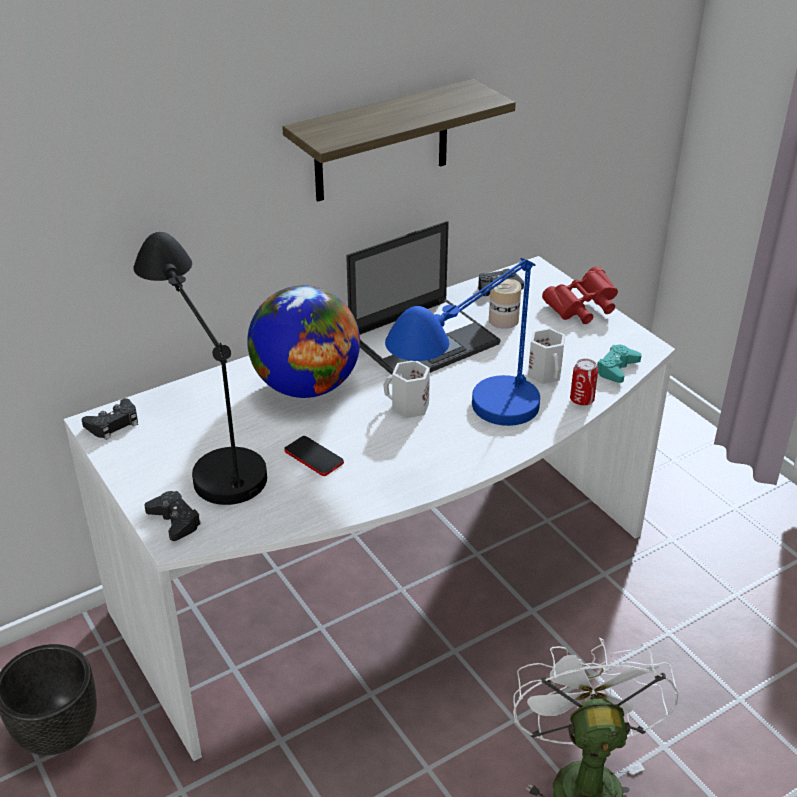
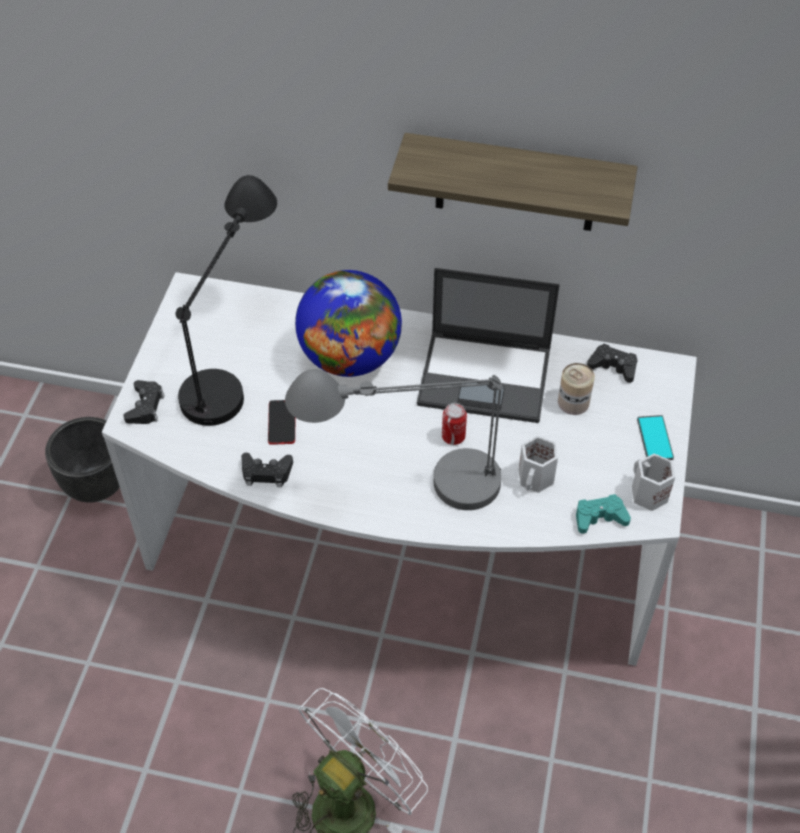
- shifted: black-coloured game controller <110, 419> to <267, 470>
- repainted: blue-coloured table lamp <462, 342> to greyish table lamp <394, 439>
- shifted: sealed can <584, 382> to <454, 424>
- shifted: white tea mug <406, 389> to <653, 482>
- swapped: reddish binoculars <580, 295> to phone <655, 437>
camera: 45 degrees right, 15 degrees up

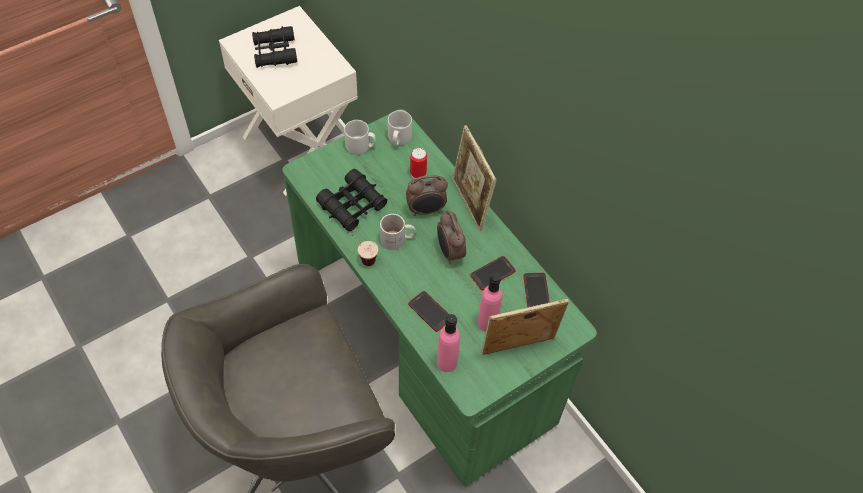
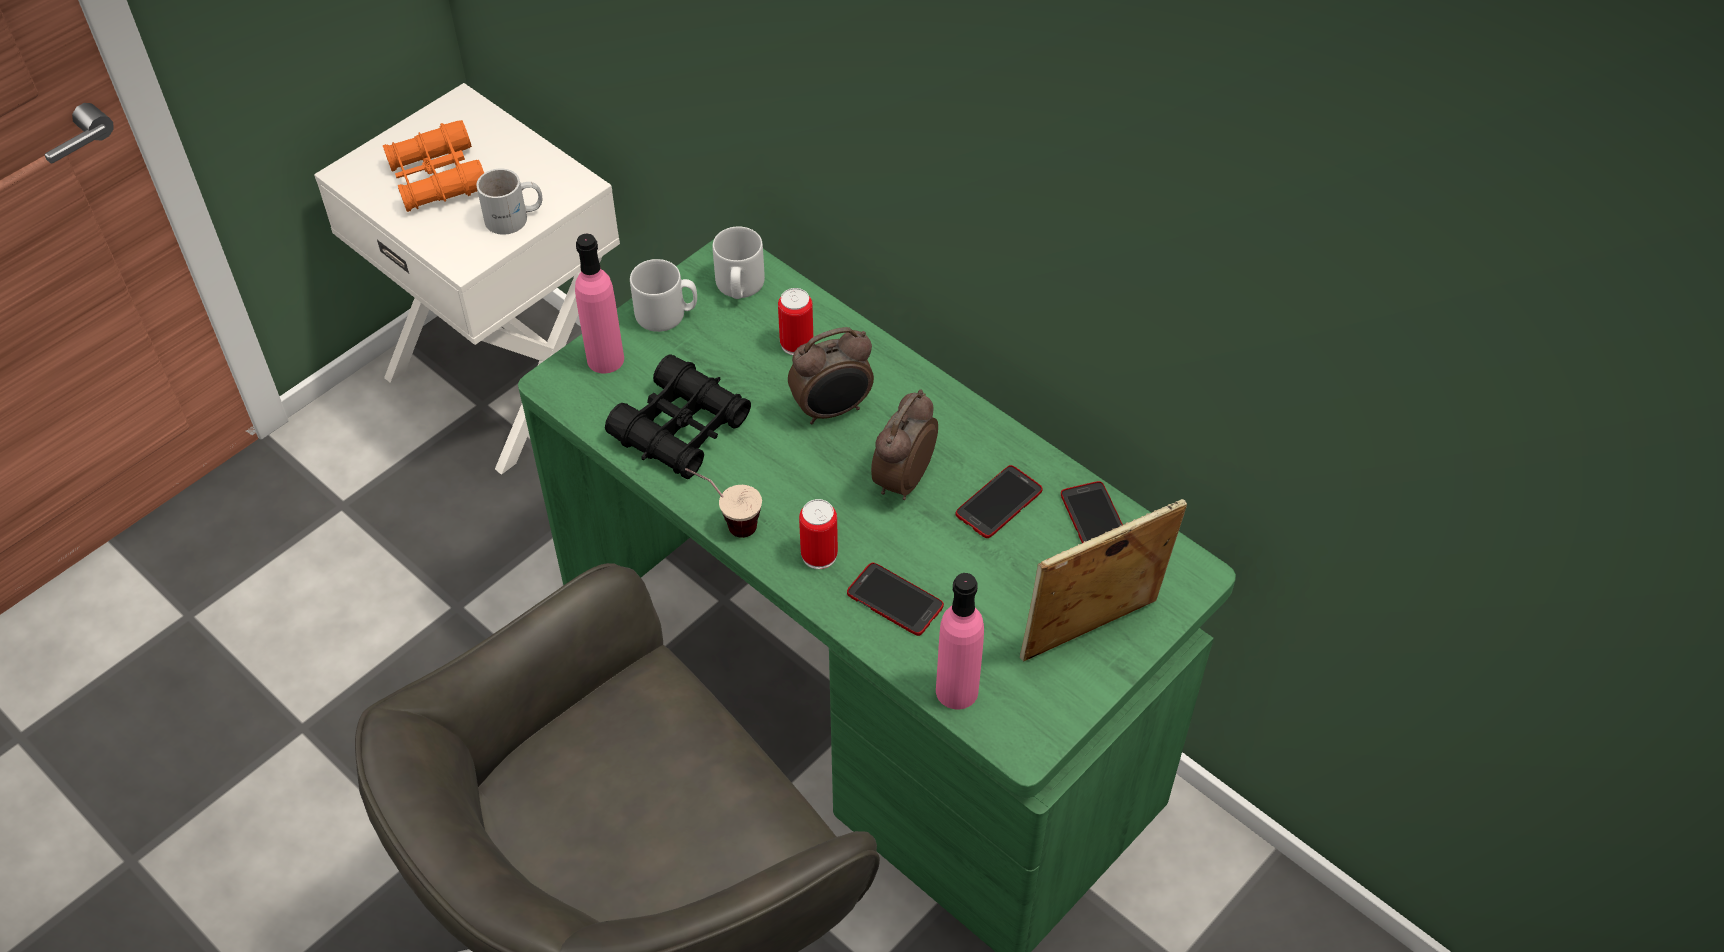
- repainted: black-coloured binoculars <274, 47> to orange binoculars <433, 166>
- shifted: white tea mug <398, 232> to <509, 202>
- shifted: pink bottle <490, 302> to <599, 304>
- new: sealed can <818, 534>
- rotated: bedside clock <451, 237> = <904, 444> 60 degrees clockwise
- gone: photo frame <474, 178>
camera: 10 degrees left, 5 degrees down

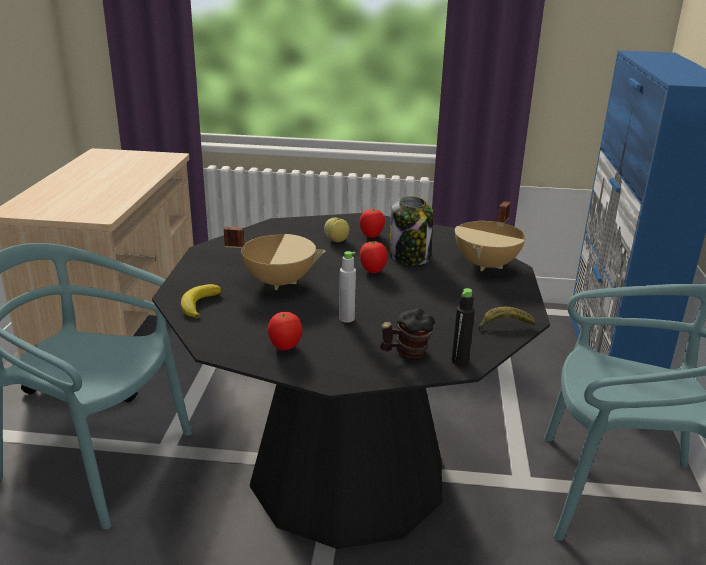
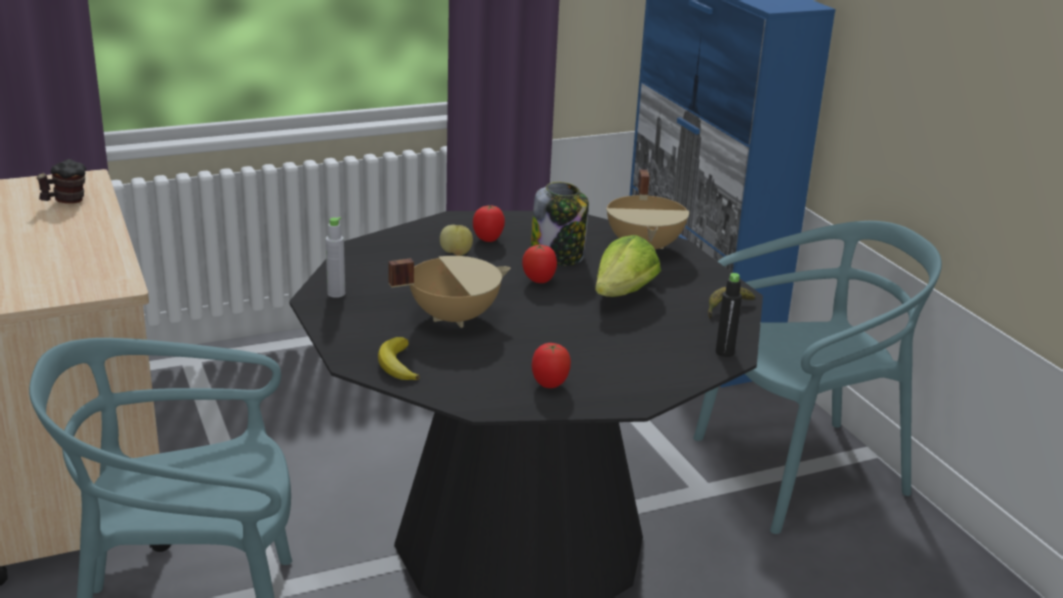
- shifted: tea mug <407, 333> to <61, 181>
- shifted: greyish bottle <347, 287> to <335, 257>
- new: head of lettuce <628, 266>
camera: 30 degrees left, 0 degrees up

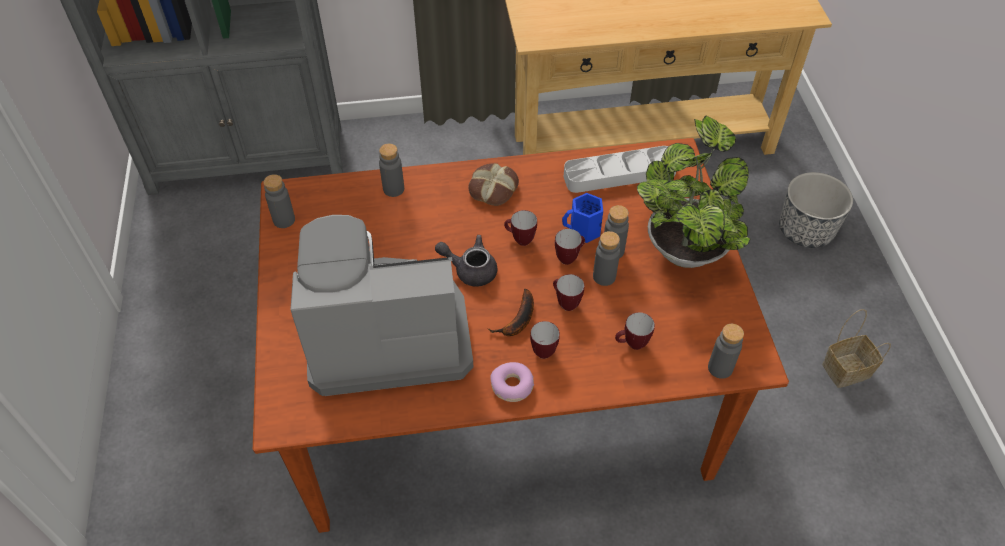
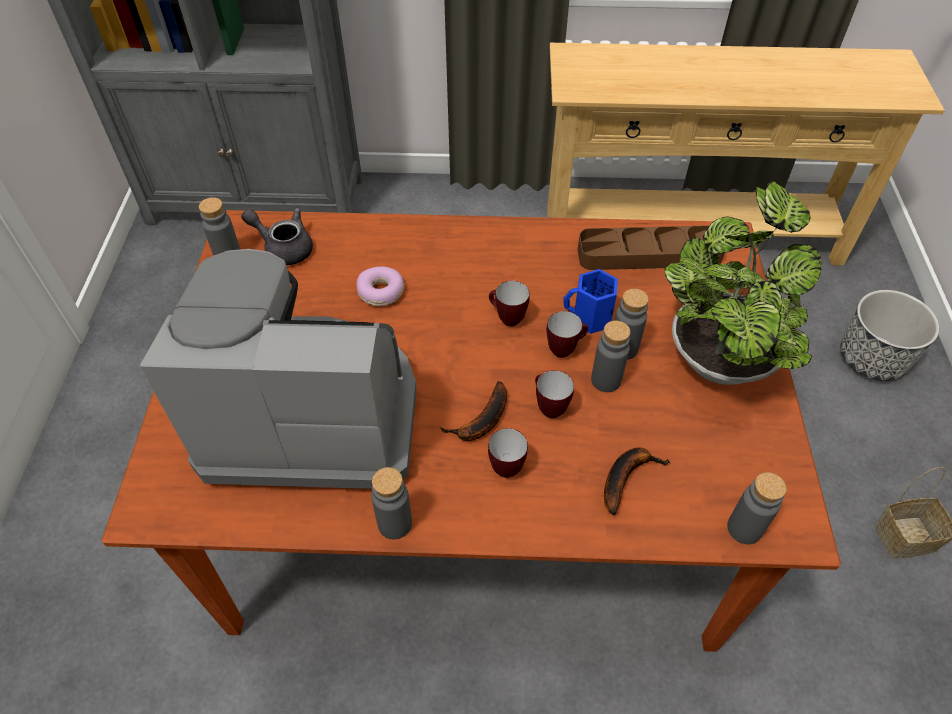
- shifted: greyish tea pot <466, 260> to <277, 236>
- shifted: ring doughnut <512, 382> to <381, 286>
- shifted: greyish bottle <391, 170> to <391, 503>
- repainted: greyish carrying tray <620, 169> to brownish carrying tray <651, 247>
- swapped: tea mug <635, 331> to whole banana <637, 481>
- gone: bakery bread <493, 184>
camera: 10 degrees right, 0 degrees up

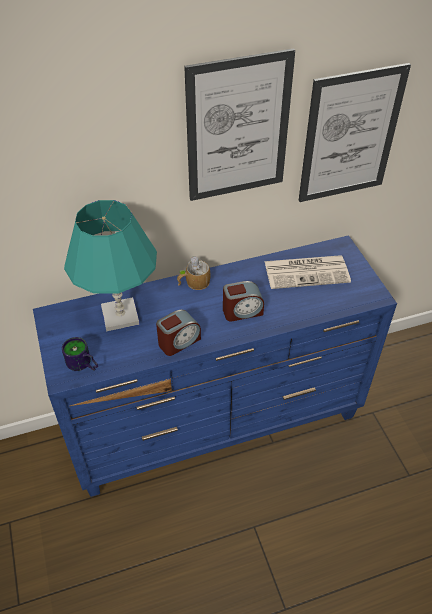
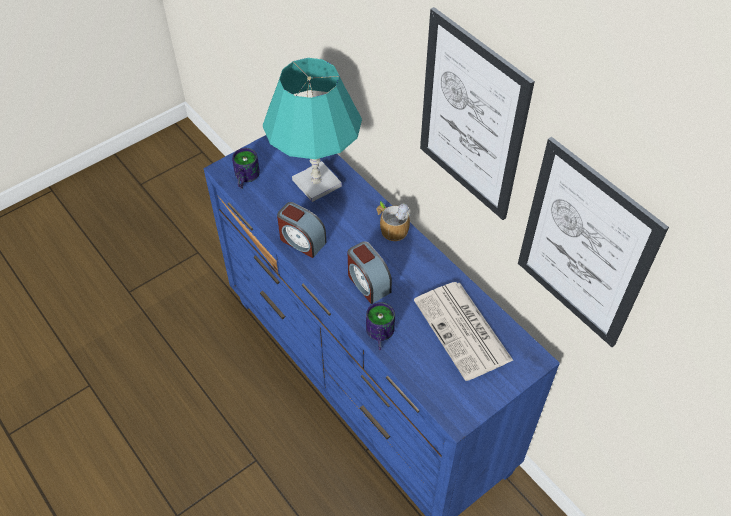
- new: tea mug <380, 326>
camera: 70 degrees right, 5 degrees up

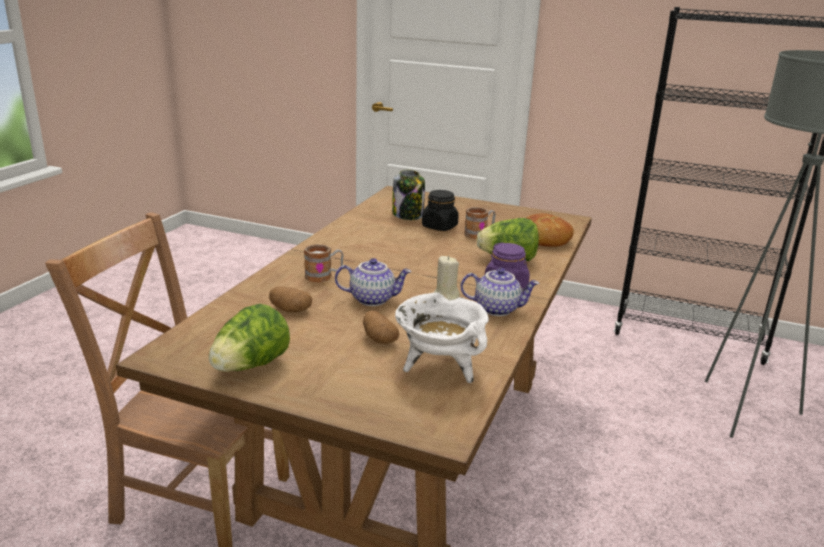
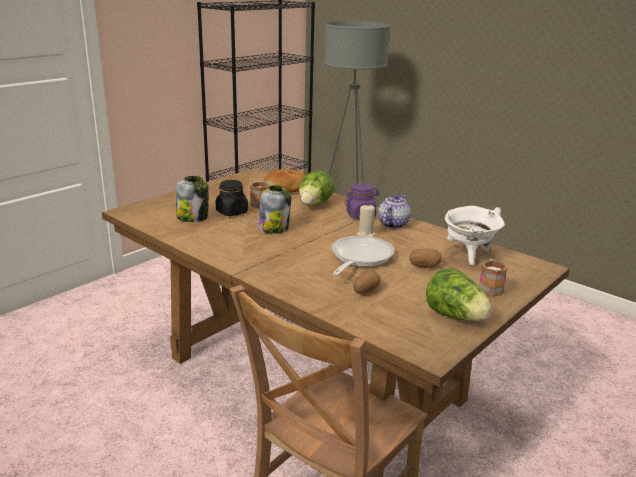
- new: jar <274, 209>
- swapped: tea pot <373, 282> to frying pan <363, 255>
- shifted: tea mug <324, 263> to <493, 278>
camera: 70 degrees left, 0 degrees up

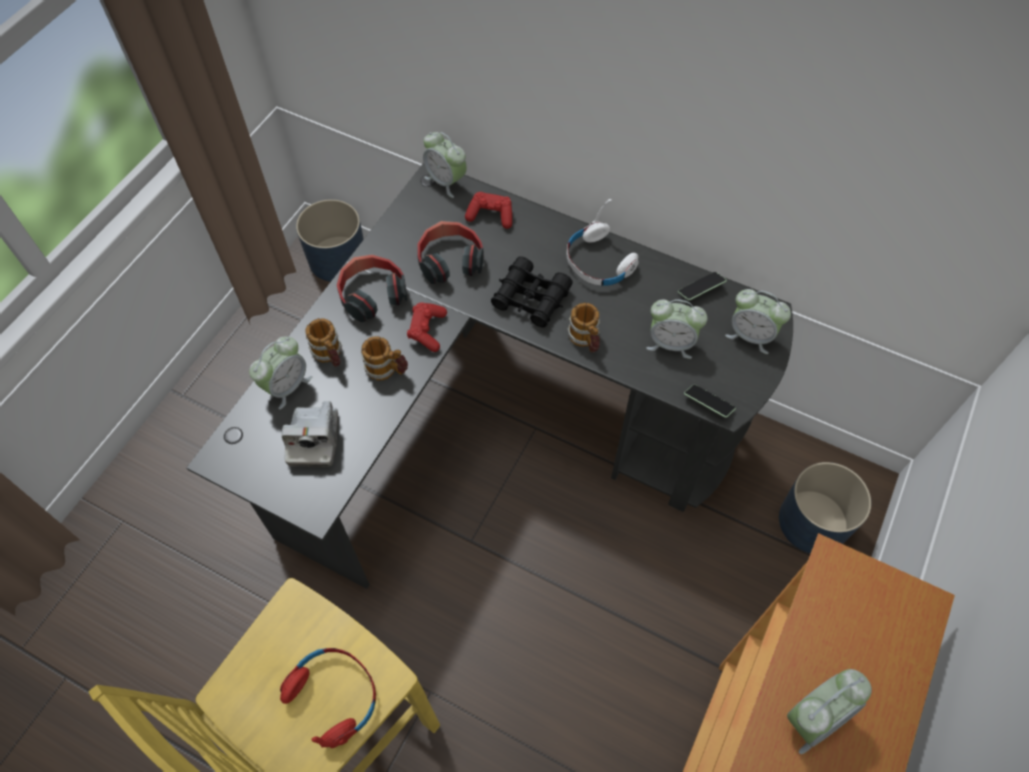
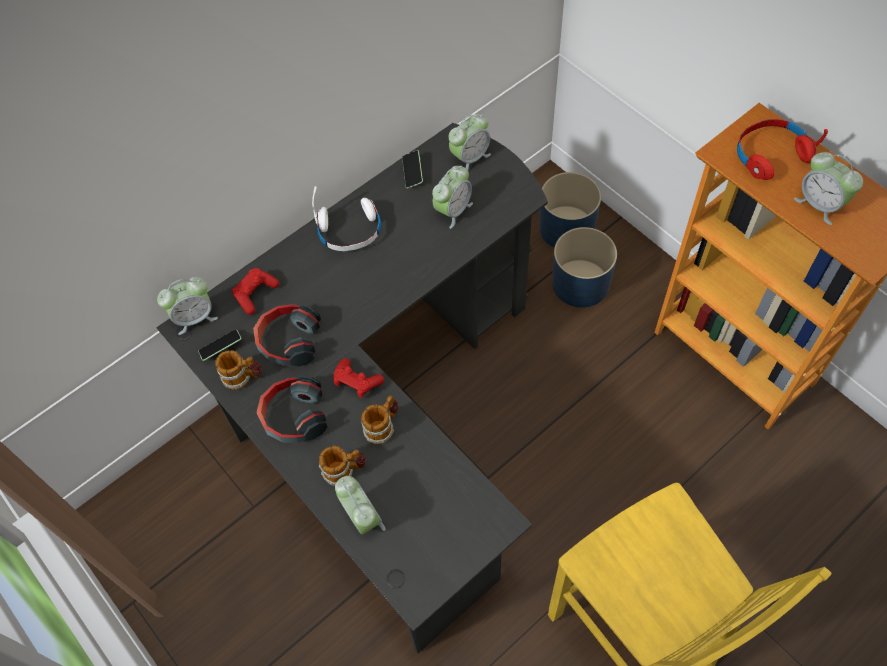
- shifted: phone <710, 401> to <220, 345>
- shifted: tea mug <583, 327> to <238, 370>
- shifted: blue-coloured plant pot <330, 240> to <584, 267>
- shifted: reddish headset <328, 698> to <782, 149>
- rotated: bedside clock <829, 711> = <828, 188> 150 degrees clockwise
- gone: still camera <310, 434>
- gone: black-coloured binoculars <531, 292>
camera: 65 degrees left, 0 degrees up

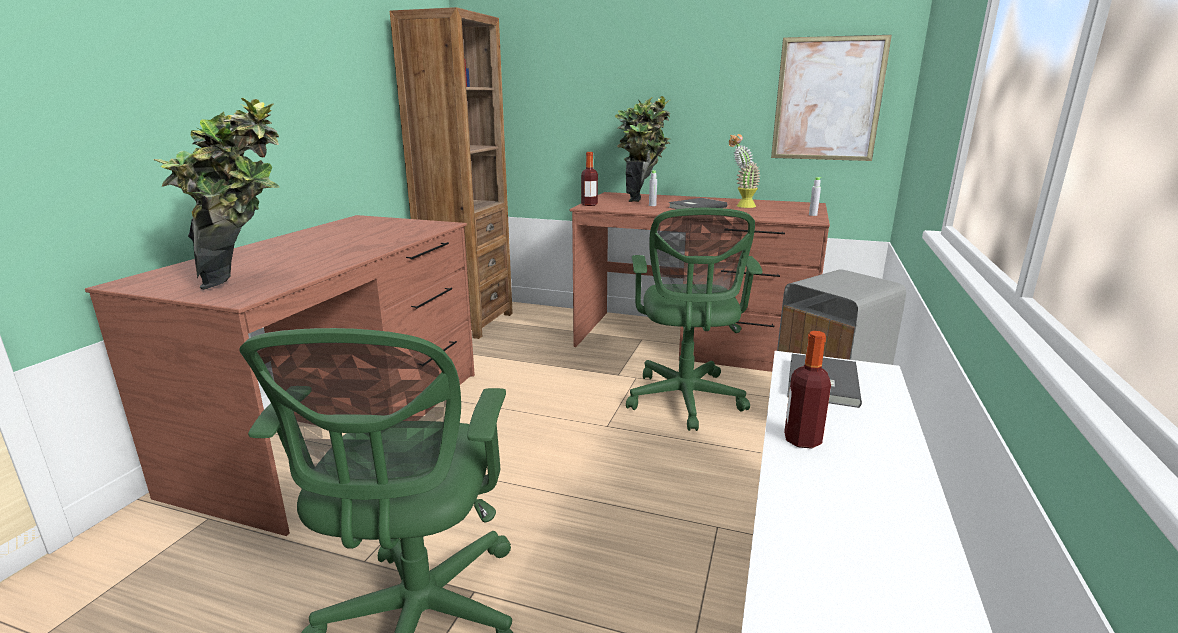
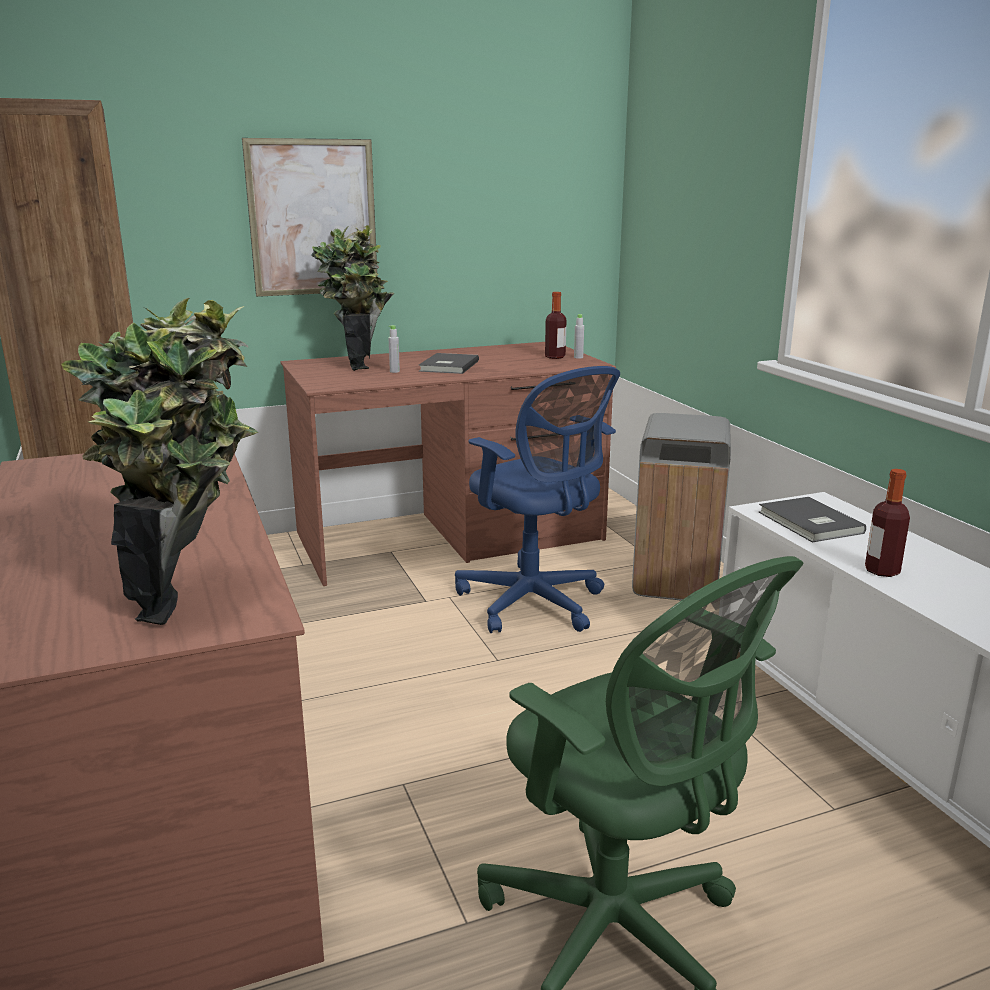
- shifted: wall picture <831, 98> to <310, 217>
- repainted: green computer chair <694, 319> to blue-coloured computer chair <537, 499>
- shifted: bottle <589, 179> to <555, 325>
- gone: plant in a pot <744, 171>
camera: 40 degrees left, 0 degrees up

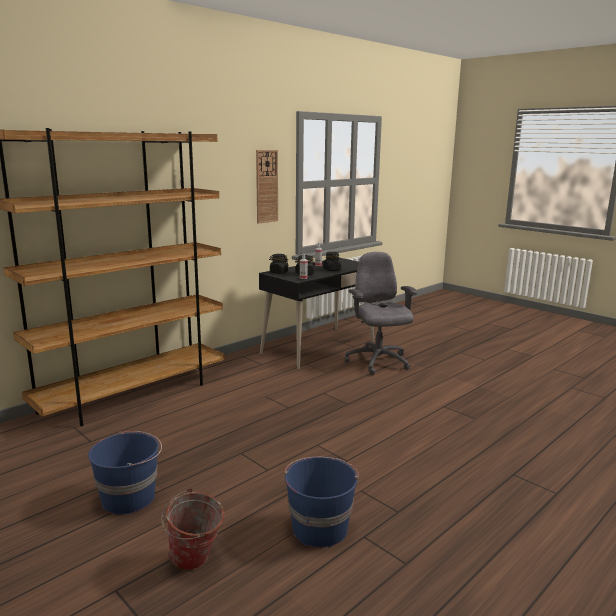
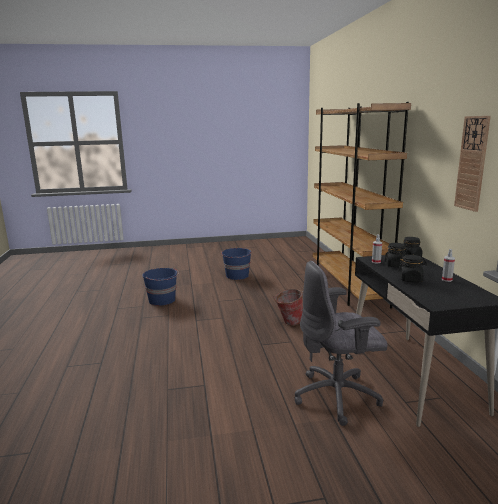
- shifted: pail <193, 529> to <288, 307>
- rotated: greyish computer chair <381, 313> = <341, 343> 150 degrees clockwise
camera: 125 degrees right, 0 degrees up

